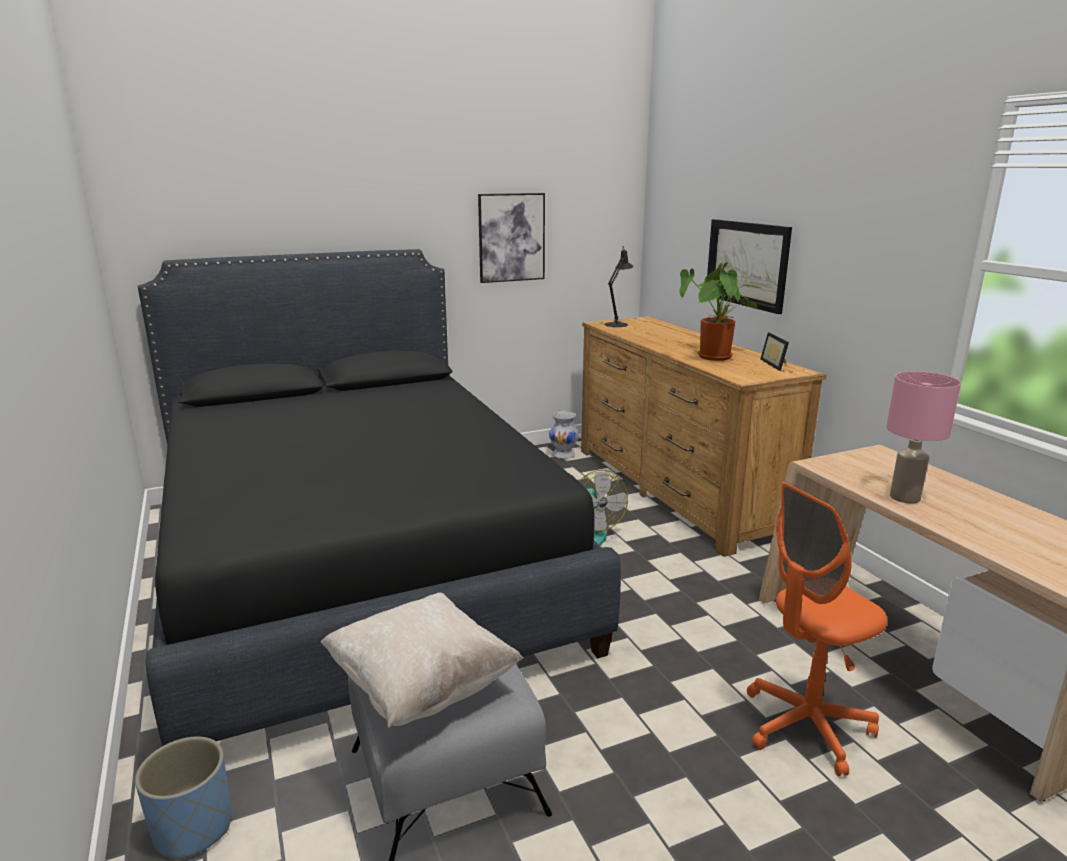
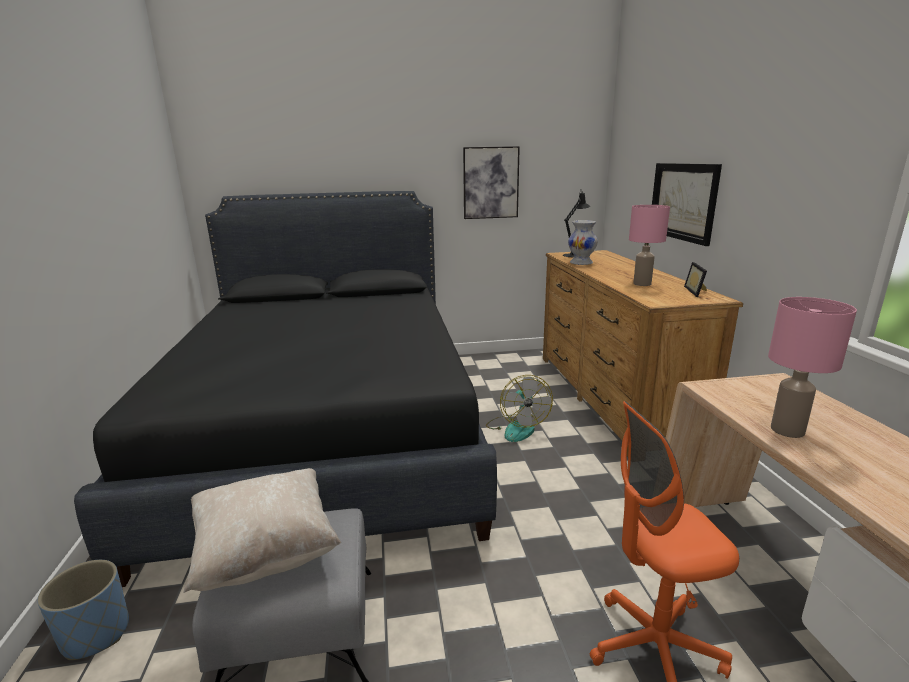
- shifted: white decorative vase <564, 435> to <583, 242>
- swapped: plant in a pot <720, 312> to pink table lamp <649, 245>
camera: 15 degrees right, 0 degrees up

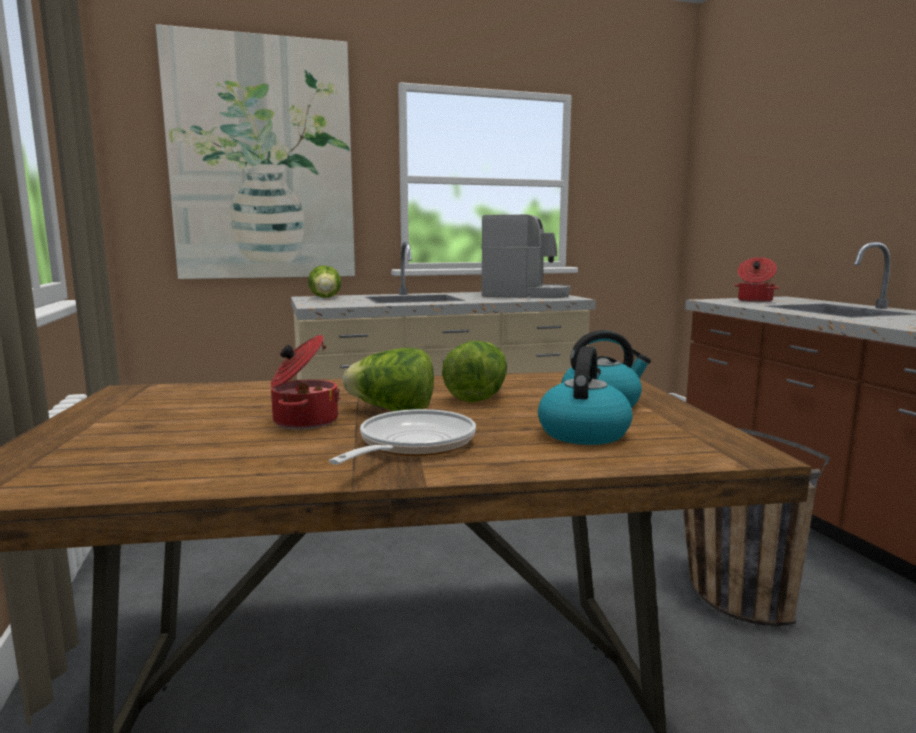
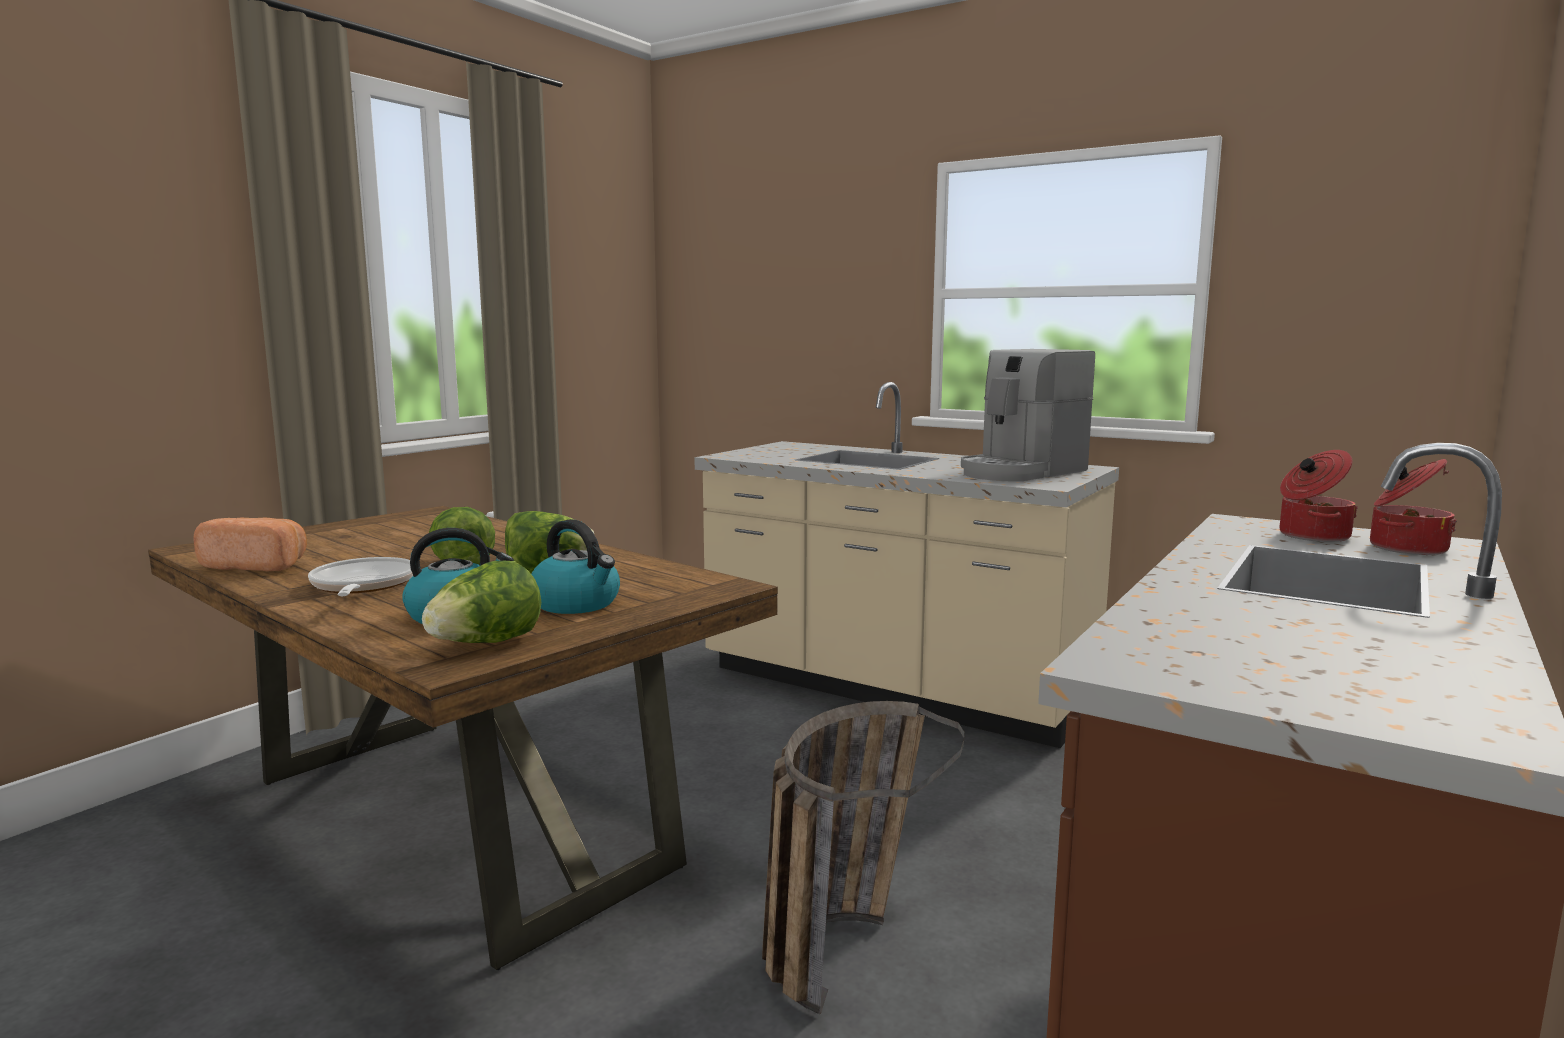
- new: bakery bread <250, 544>
- rotated: frying pan <402, 437> = <360, 576> 90 degrees counterclockwise
- shifted: head of lettuce <324, 281> to <481, 602>
- rotated: coffee machine <526, 256> = <1028, 415> 75 degrees clockwise
- shifted: cooking pot <305, 382> to <1413, 507>
- gone: wall picture <255, 151>
camera: 50 degrees right, 0 degrees up

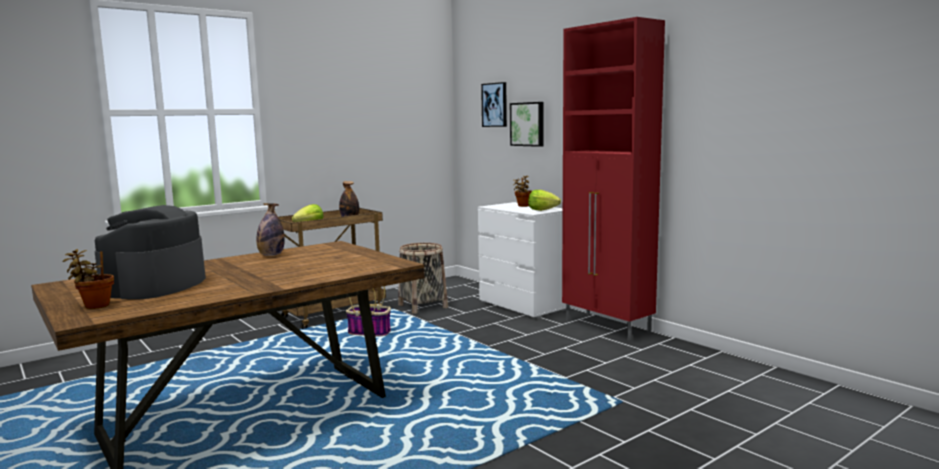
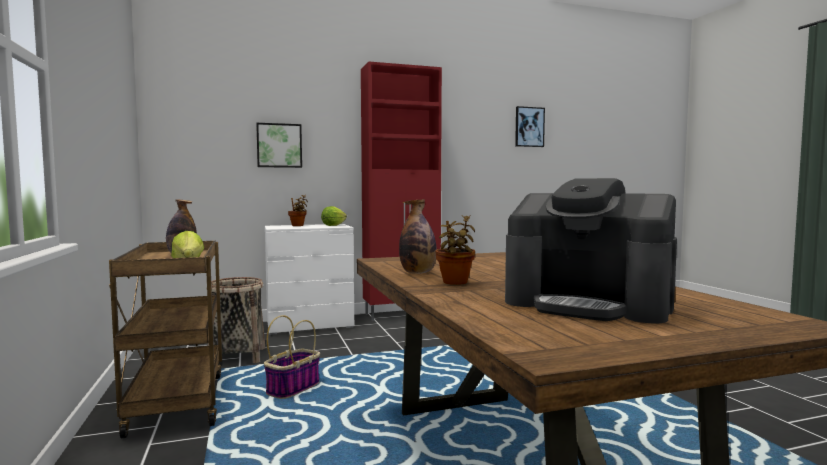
- shifted: plant in a pot <88, 279> to <455, 250>
- shifted: wall picture <494, 104> to <530, 126>
camera: 70 degrees left, 5 degrees down

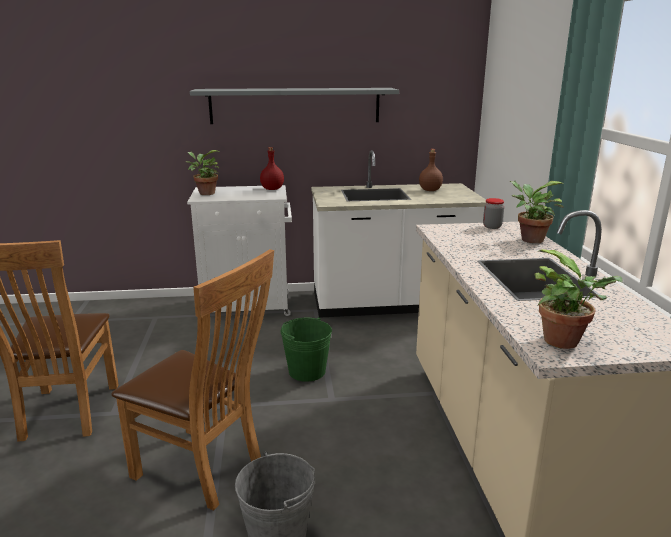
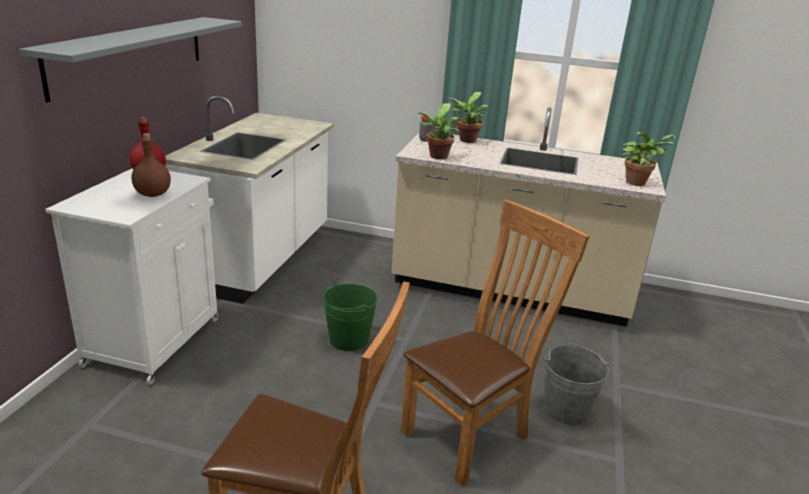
- shifted: brownish bottle <431, 170> to <151, 165>
- shifted: plant in a pot <203, 172> to <438, 131>
camera: 70 degrees left, 5 degrees up

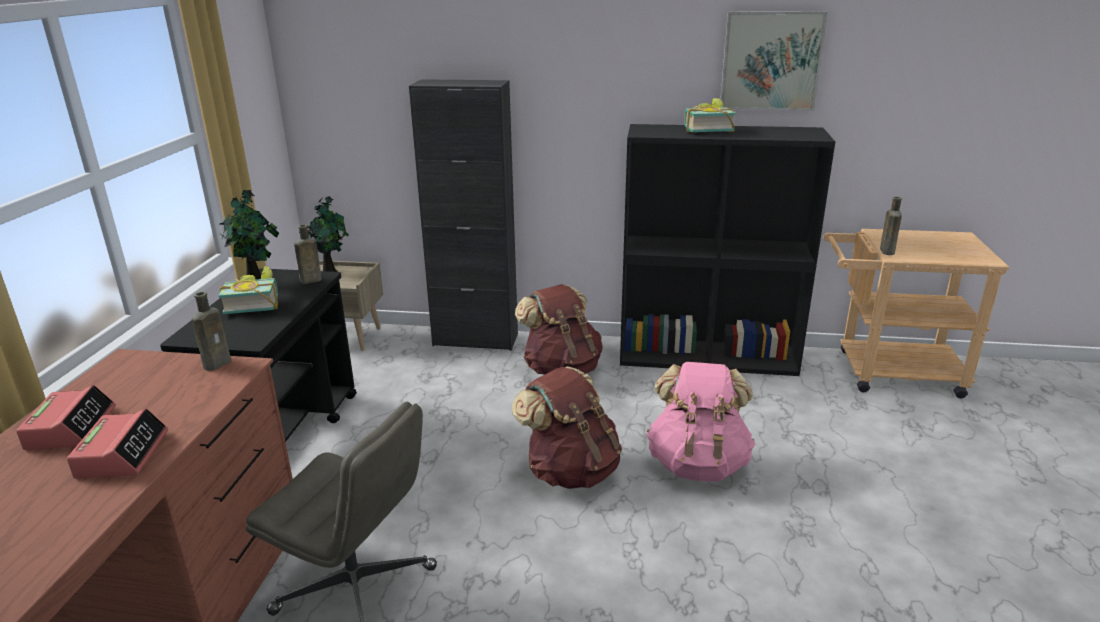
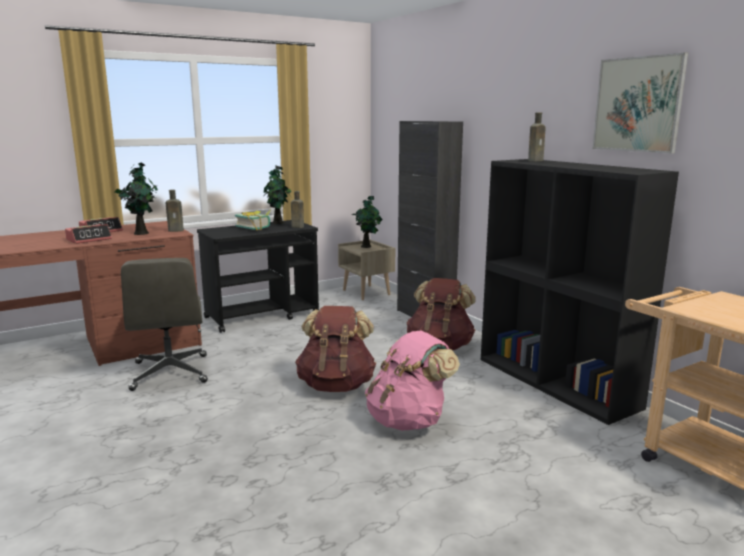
- new: plant in a pot <136, 198>
- shifted: brownish bottle <891, 226> to <537, 136>
- gone: bound book <710, 115>
camera: 50 degrees right, 10 degrees down

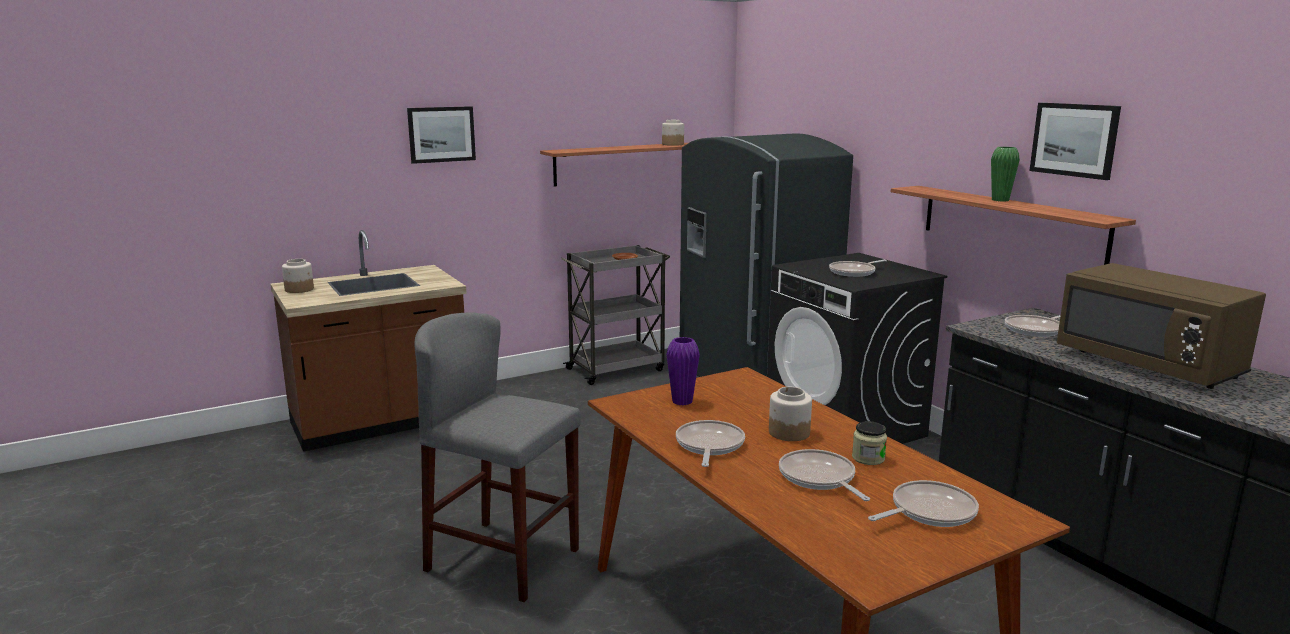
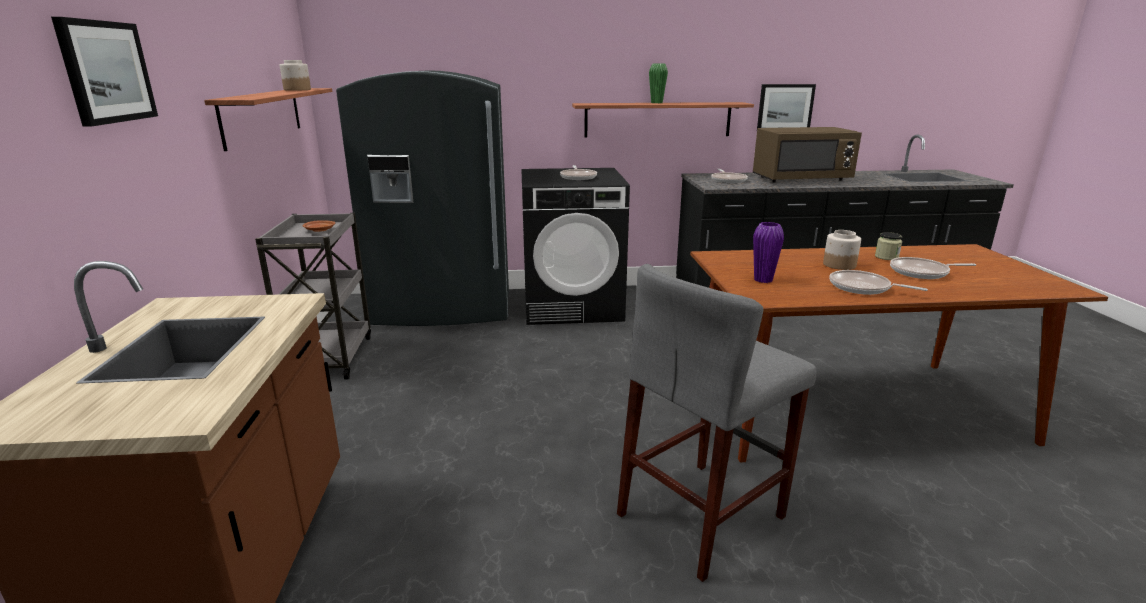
- shifted: wall picture <1075, 141> to <786, 106>
- gone: jar <298, 276>
- gone: frying pan <923, 503>
camera: 65 degrees left, 5 degrees up

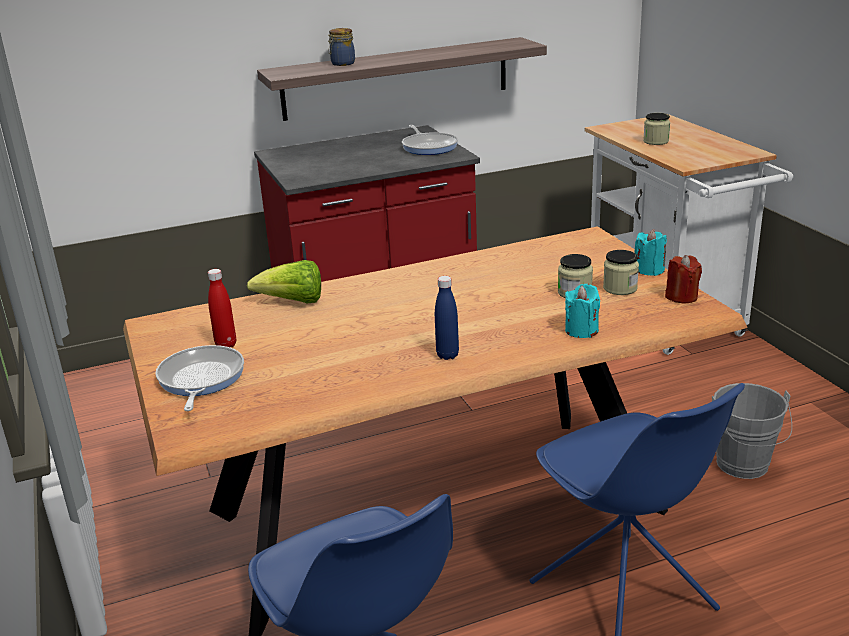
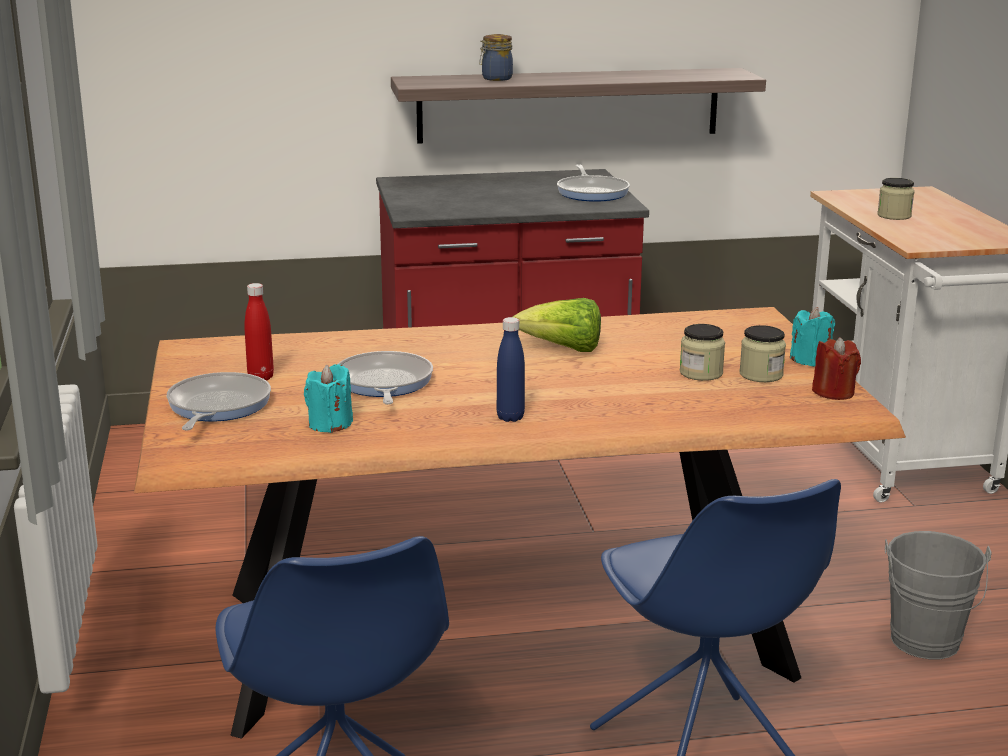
- shifted: turquoise-coloured candle <582, 311> to <328, 398>
- new: frying pan <385, 378>
- shifted: head of lettuce <284, 281> to <557, 325>
camera: 10 degrees right, 5 degrees down

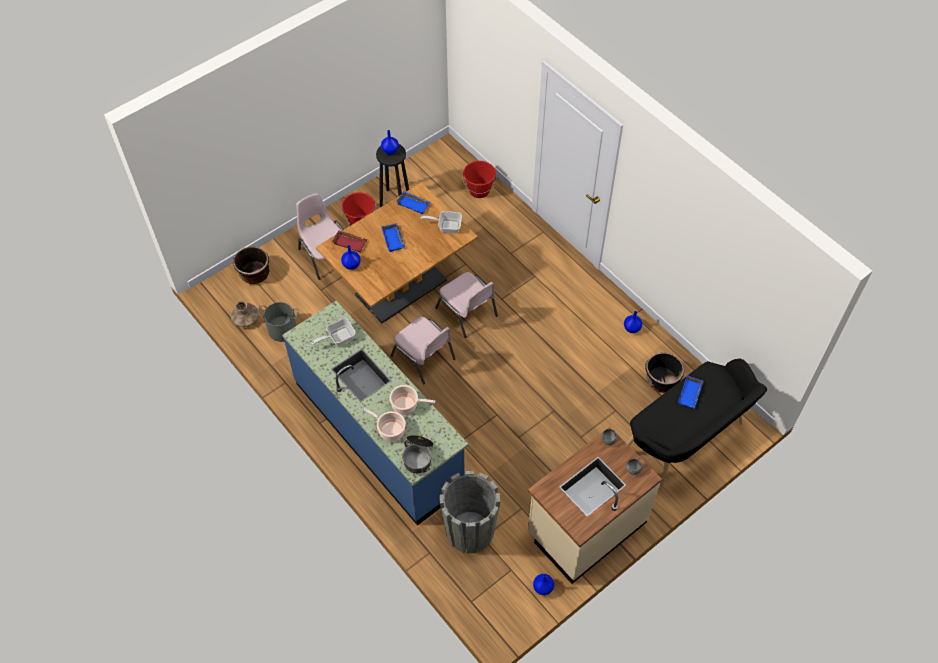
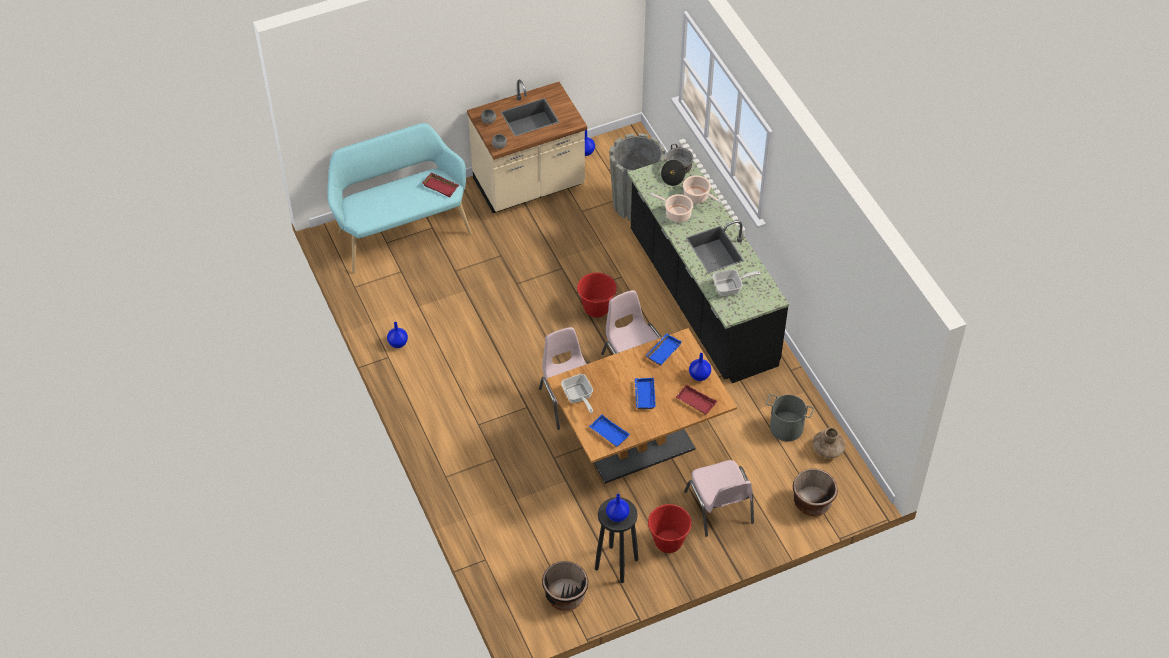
- repainted: black-coloured bench <697, 424> to turquoise-coloured bench <399, 198>
- new: reddish carrying tray <440, 184>
- shifted: black-coloured plant pot <664, 372> to <565, 586>
- rotated: frying pan <441, 222> = <577, 393> 45 degrees clockwise
- shifted: reddish pail <479, 179> to <597, 295>
- repainted: blue-coloured kitchen counter <375, 413> to black-coloured kitchen counter <708, 271>
- shifted: blue-coloured carrying tray <691, 392> to <664, 349>
camera: 165 degrees left, 5 degrees down

